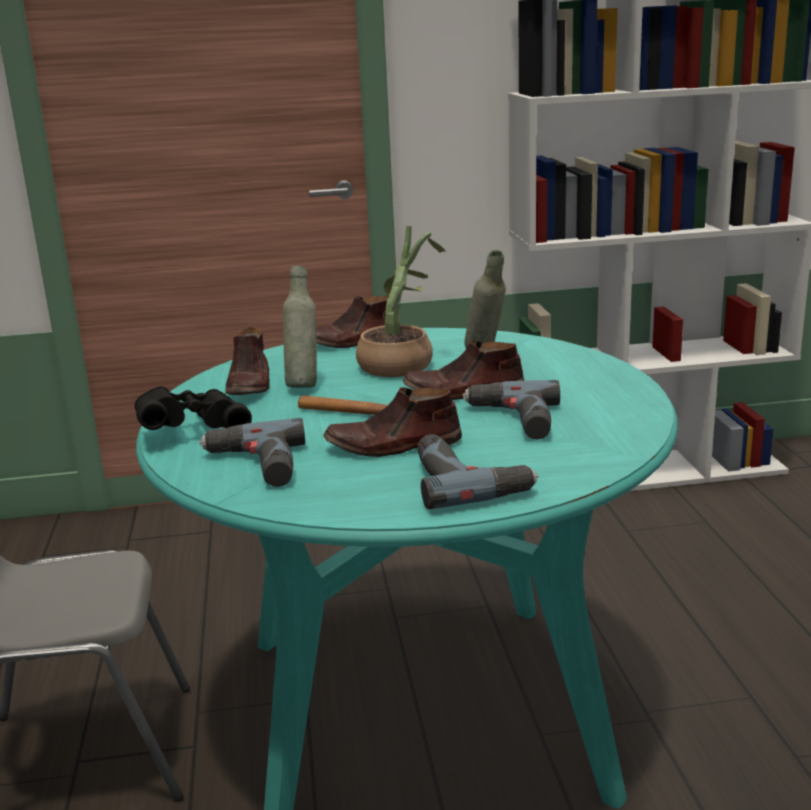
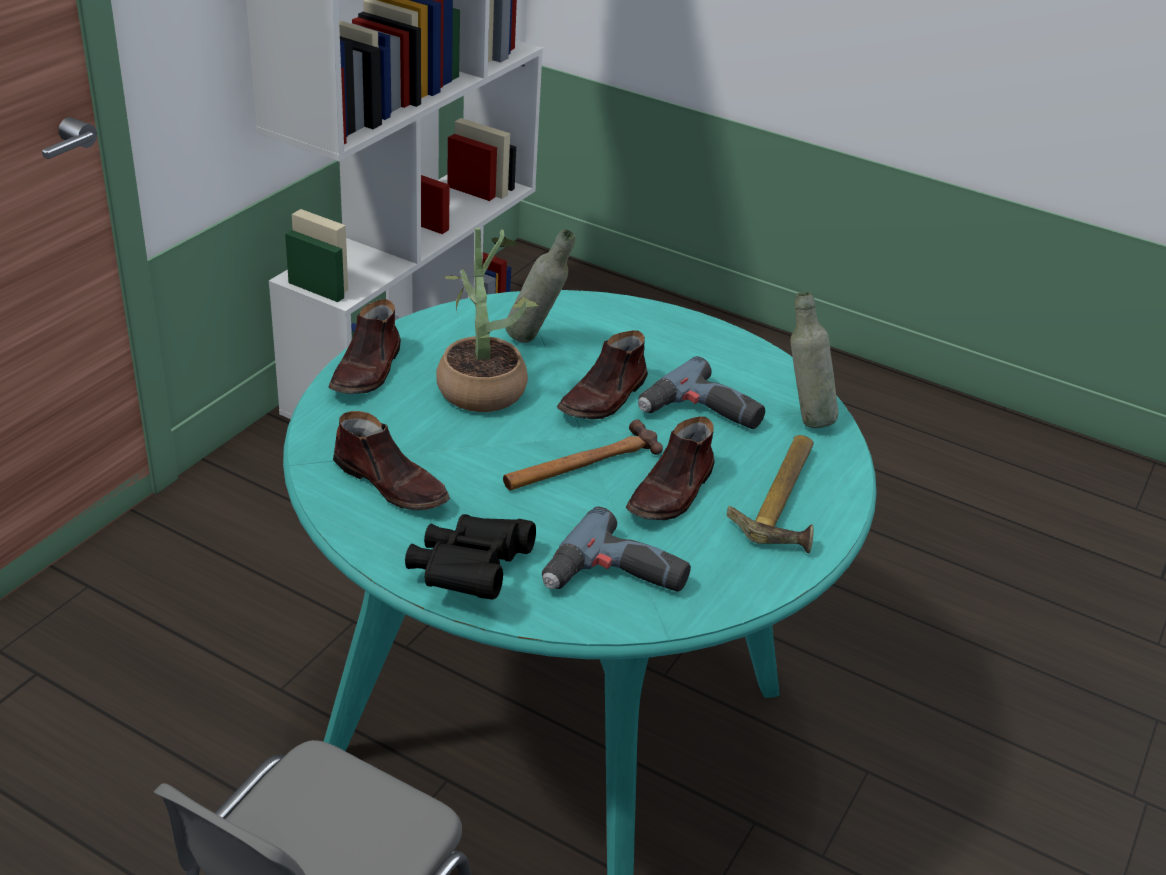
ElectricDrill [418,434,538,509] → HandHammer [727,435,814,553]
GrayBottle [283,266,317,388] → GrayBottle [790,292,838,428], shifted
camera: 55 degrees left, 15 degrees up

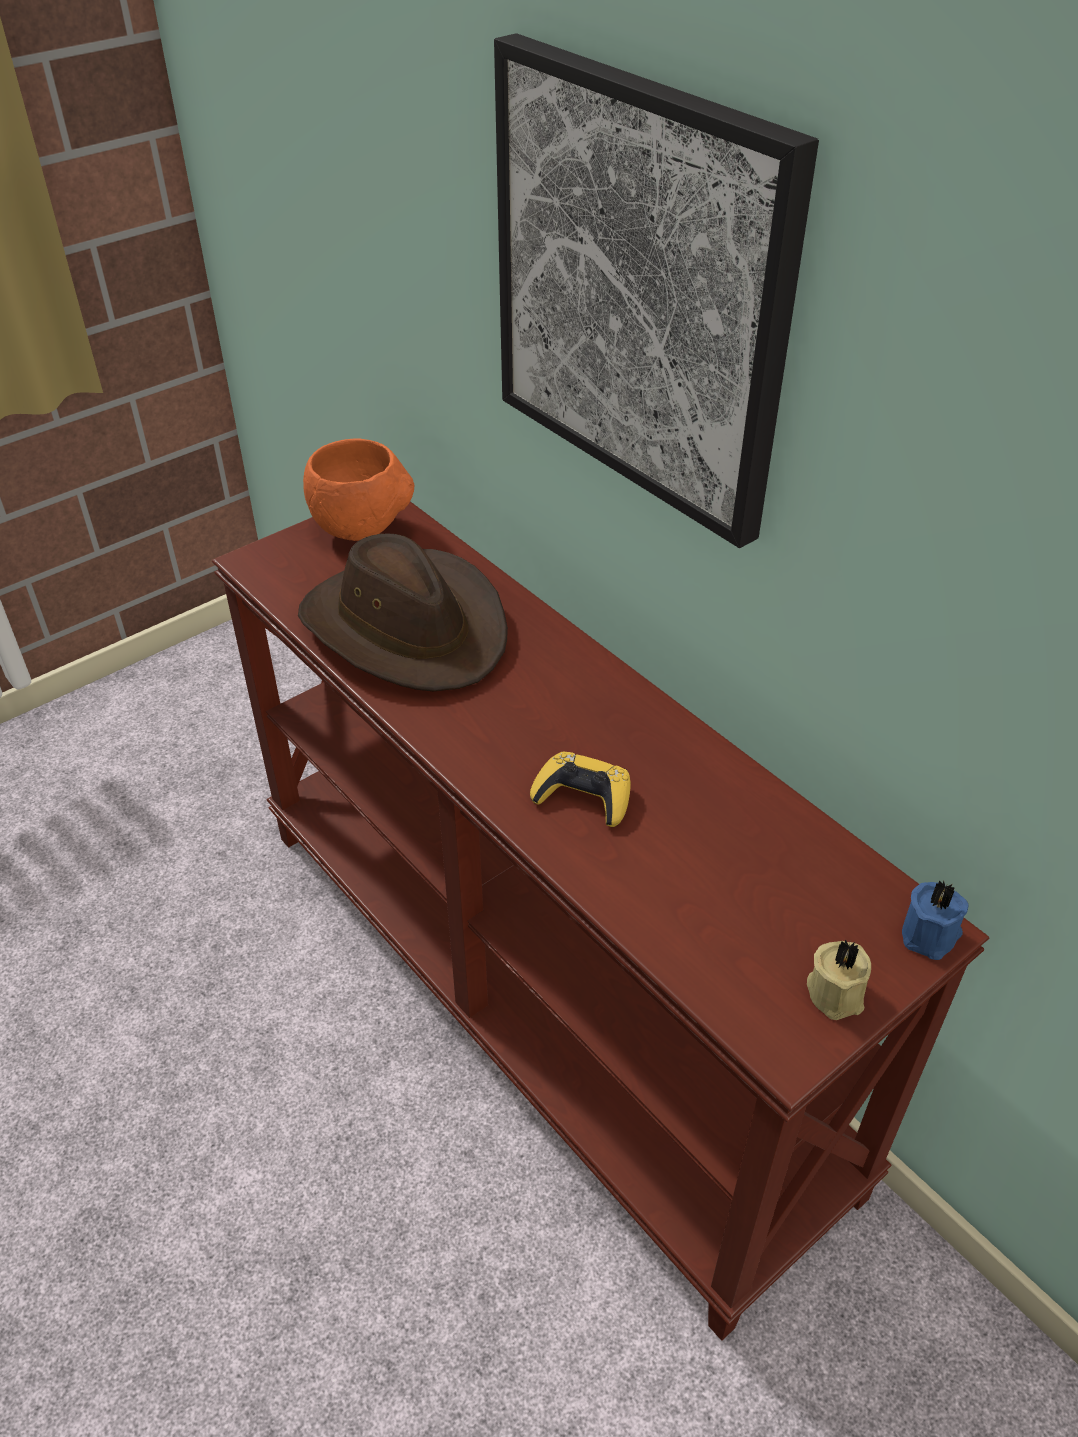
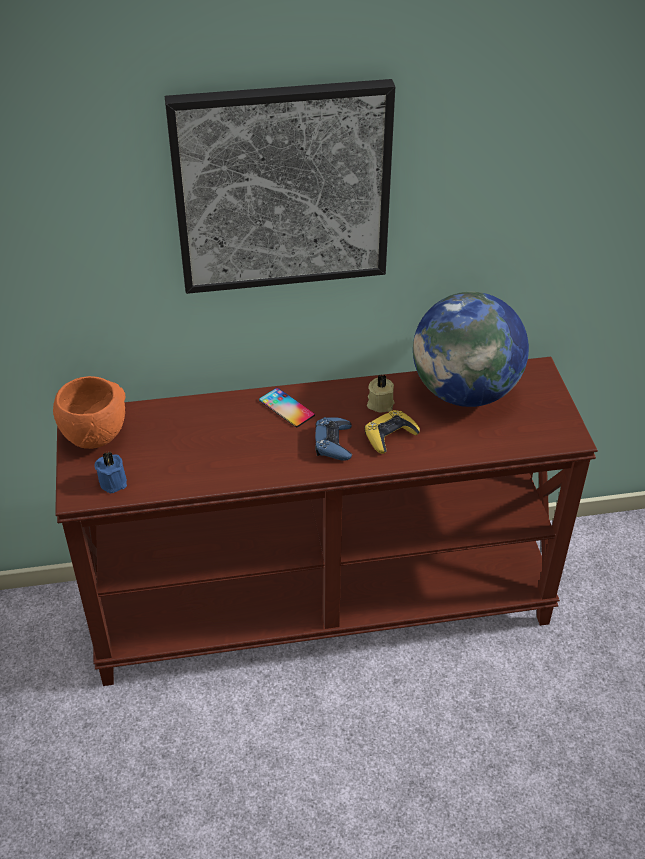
BlueColouredWaxCandle [902,880,968,960] → BlueColouredWaxCandle [95,451,127,493], shifted
- → Handset [259,388,315,427]
- → BlueColouredGameController [315,417,352,461]
BeigeWaxCandle [807,939,871,1020] → BeigeWaxCandle [367,375,395,412], shifted
- → DeskGlobe [413,292,529,407]
BrownColouredHat [298,533,508,691] → -
camera: 60 degrees left, 0 degrees up

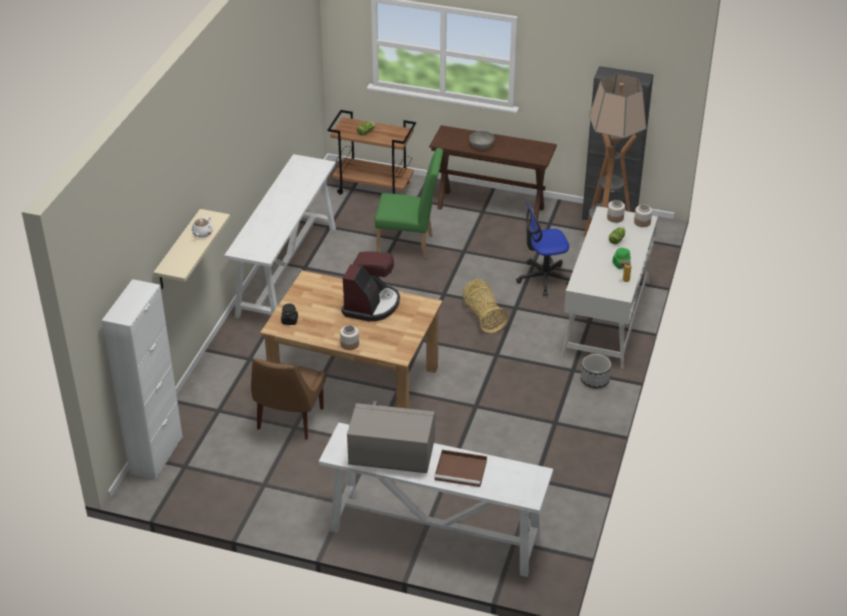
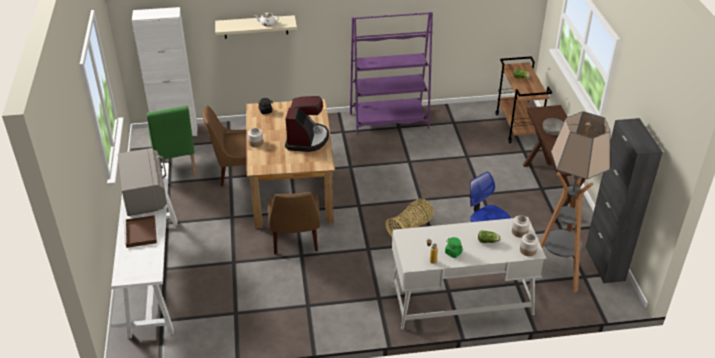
GreenUprightChair [375,148,443,260] → GreenUprightChair [147,106,197,178], shifted
- → BrownColouredUprightChair [267,192,320,254]
CoffeeBrewer [341,251,400,321] → CoffeeBrewer [285,96,329,152], 75 degrees counterclockwise
WhitishConsoleTable [224,154,336,318] → PurpleShelvingUnit [350,12,433,135]
FlowerPot [581,354,611,389] → -
camera: 65 degrees right, 0 degrees up

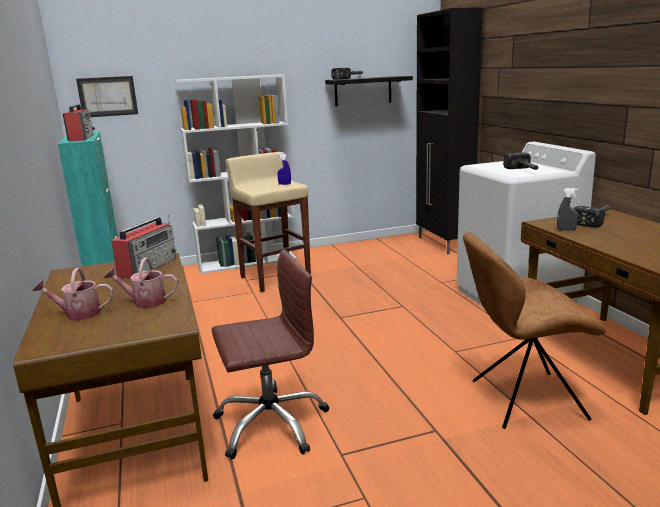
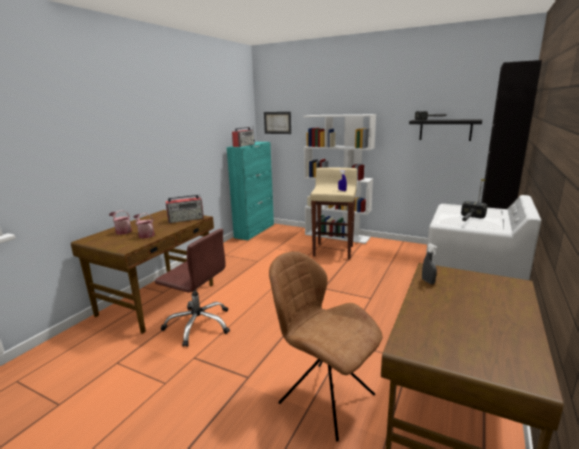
HandHammer [573,205,611,228] → -
camera: 45 degrees right, 0 degrees up

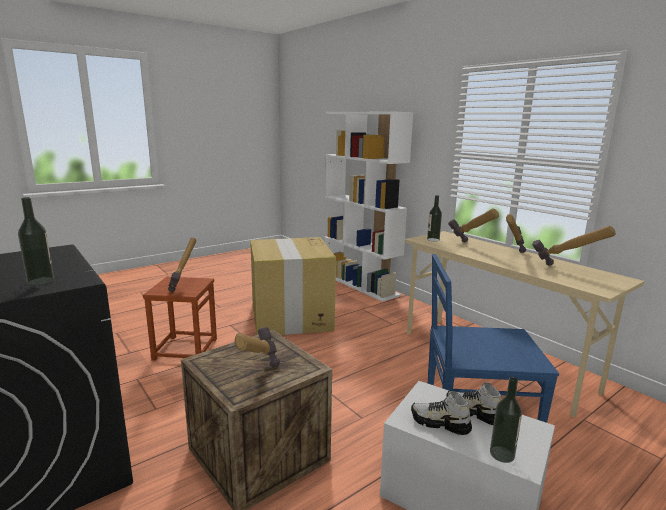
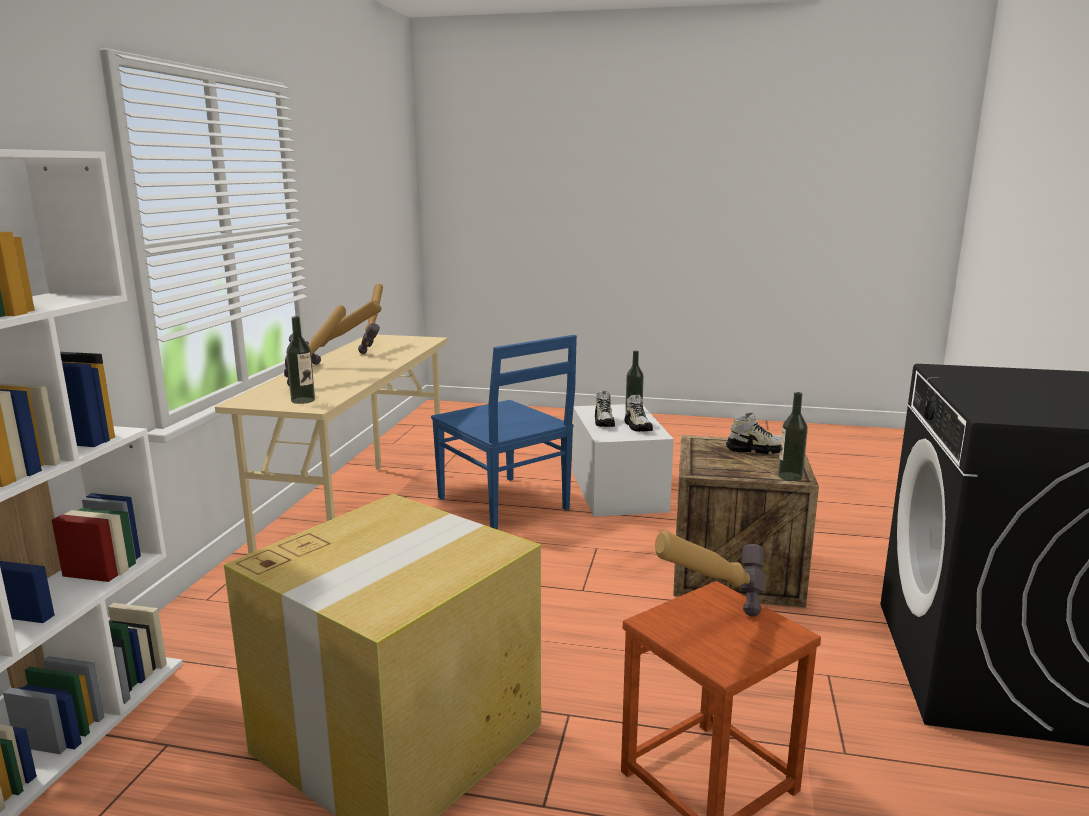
HandHammer [235,327,280,367] → ItemOfFootwear [726,412,781,454]
Bottle [18,197,54,285] → Bottle [778,392,808,481], shifted
camera: 130 degrees left, 0 degrees up

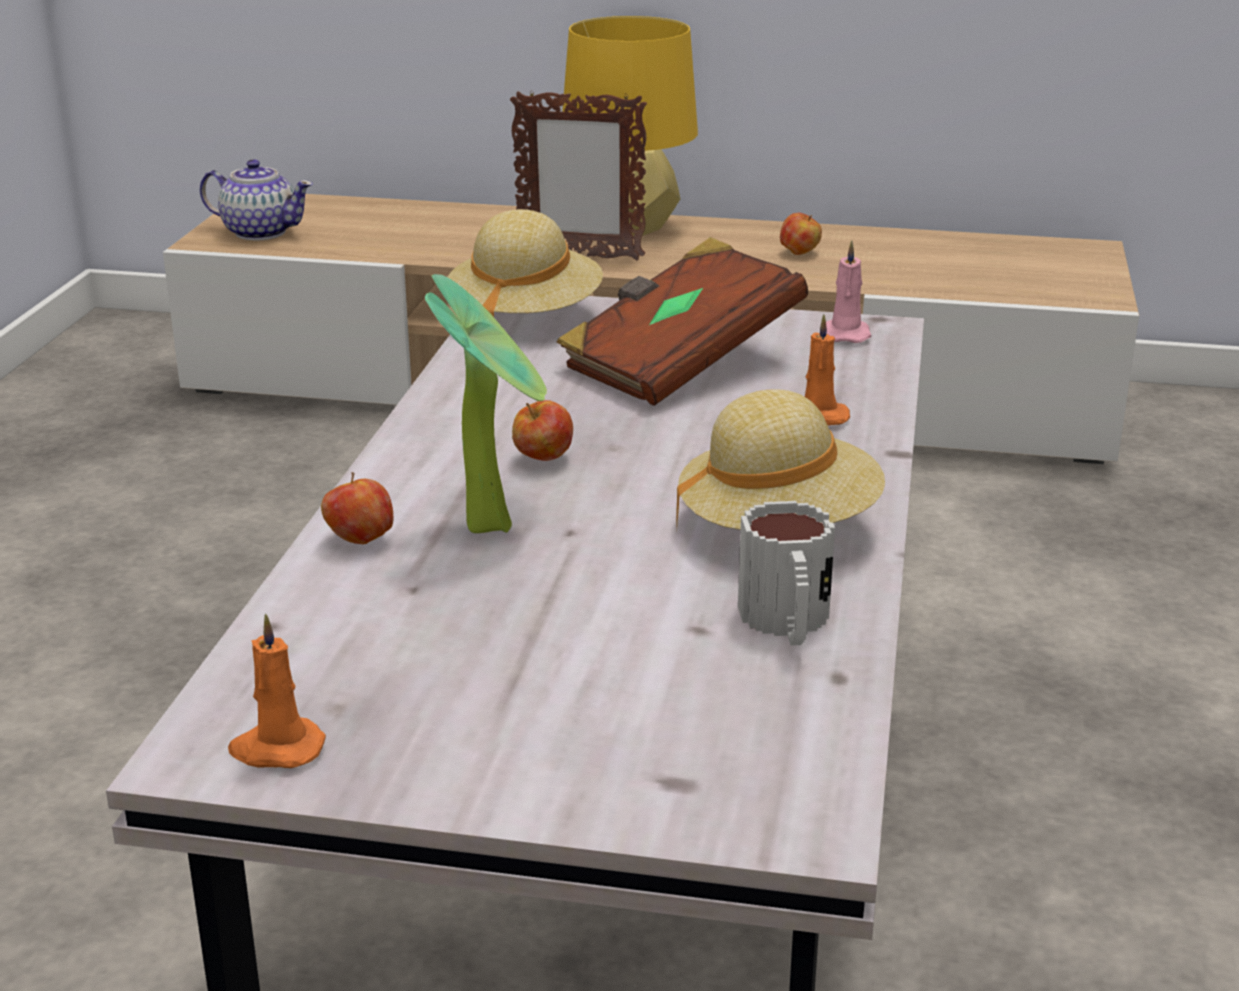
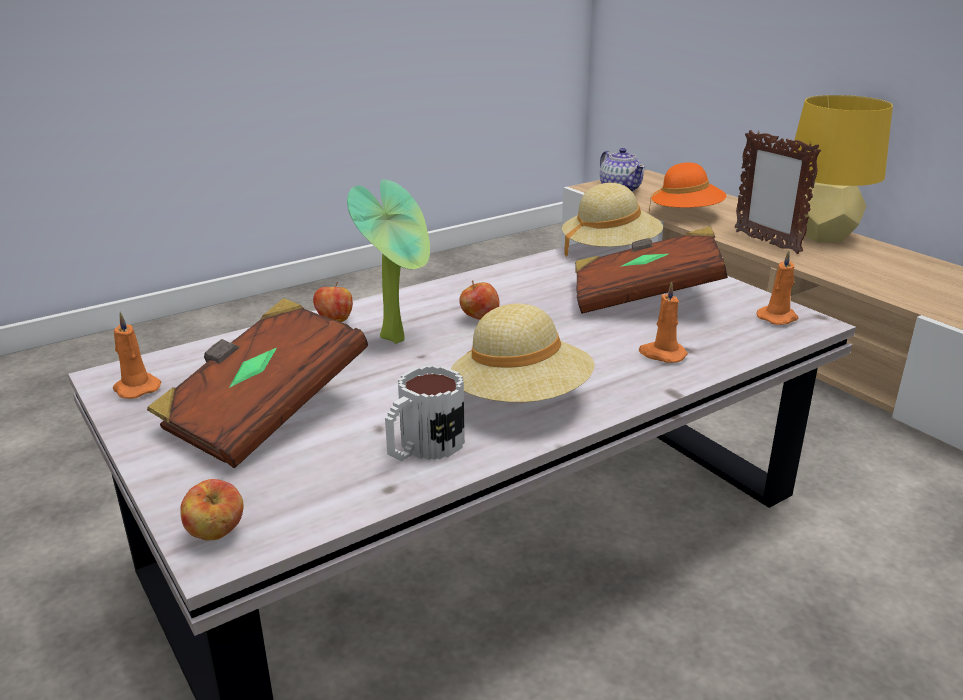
- → BrownColouredBoundBook [147,298,368,469]
AppleFruit [780,213,822,255] → AppleFruit [180,479,244,540], shifted
- → OrangeColouredHat [649,162,726,211]
PinkColouredWaxCandle [826,241,871,343] → OrangeColouredWaxCandle [756,250,798,325]
camera: 45 degrees right, 0 degrees up

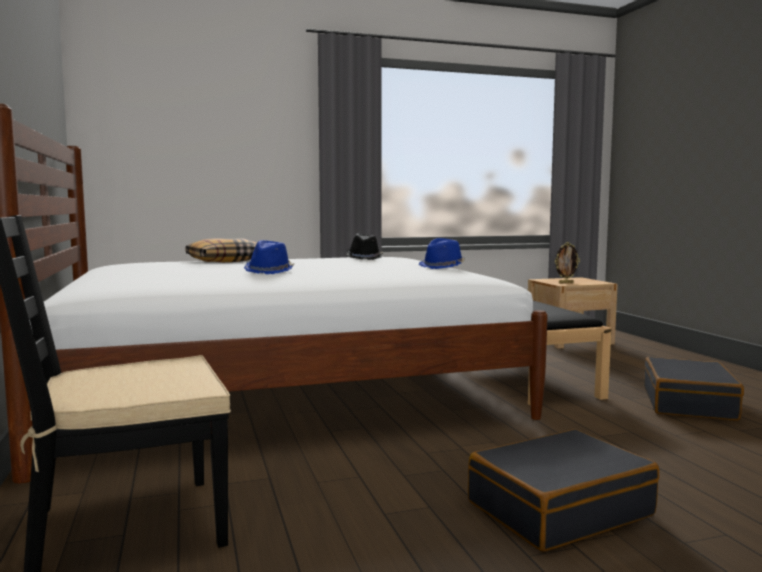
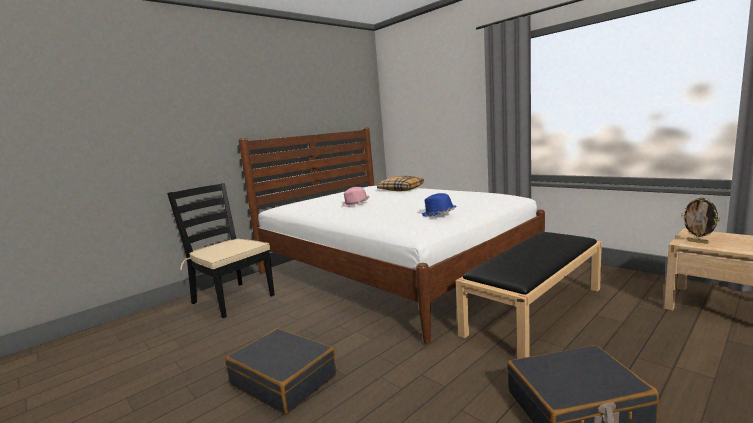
BlueColouredHat [244,240,294,274] → PinkColouredHat [342,187,370,207]
BlackishHat [346,234,383,260] → -
camera: 65 degrees right, 5 degrees up

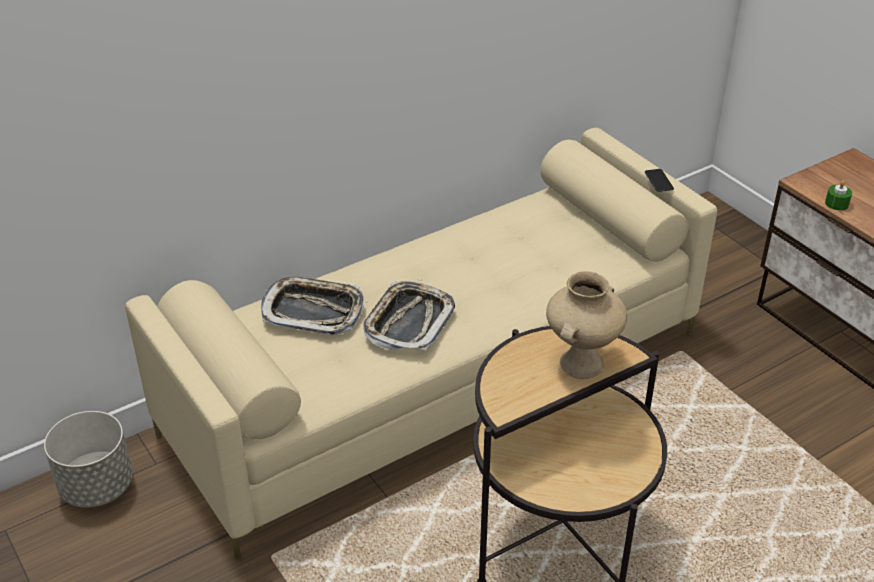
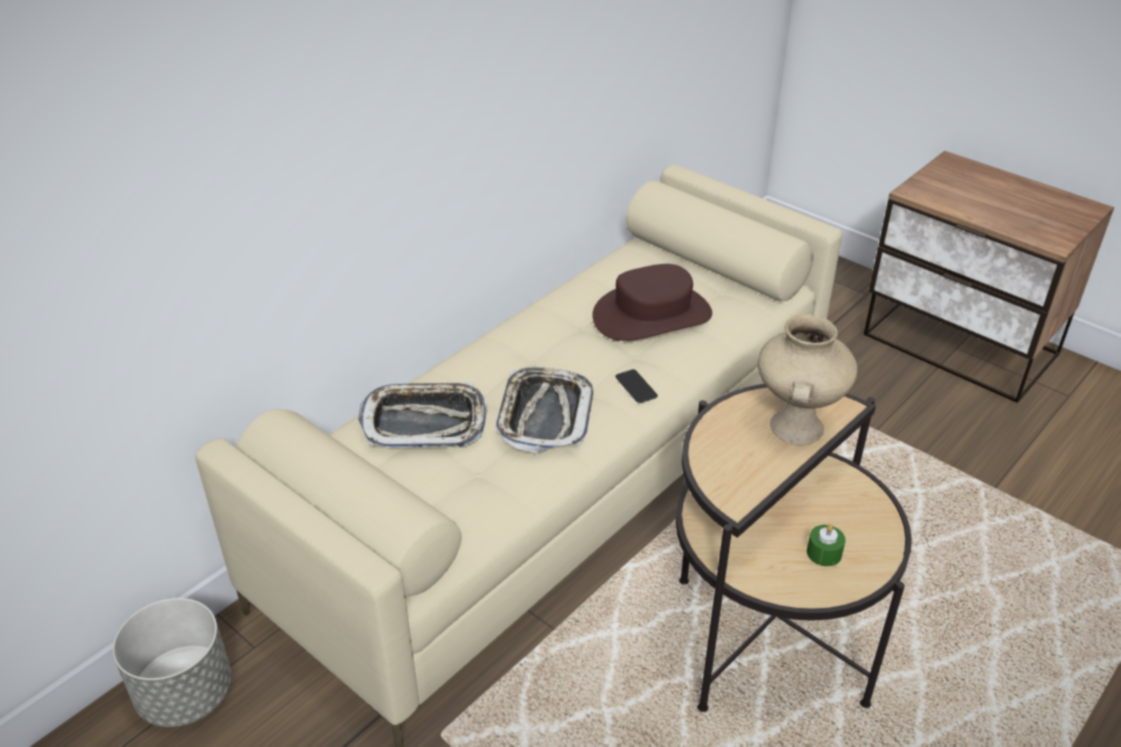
- → BrownColouredHat [592,264,712,341]
Handset [645,169,674,192] → Handset [615,369,658,403], shifted
GreenWaxCandle [825,180,852,211] → GreenWaxCandle [807,524,846,566], shifted
camera: 15 degrees left, 0 degrees up

